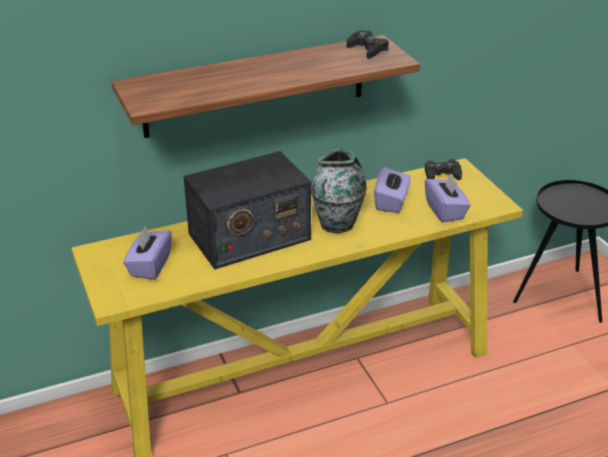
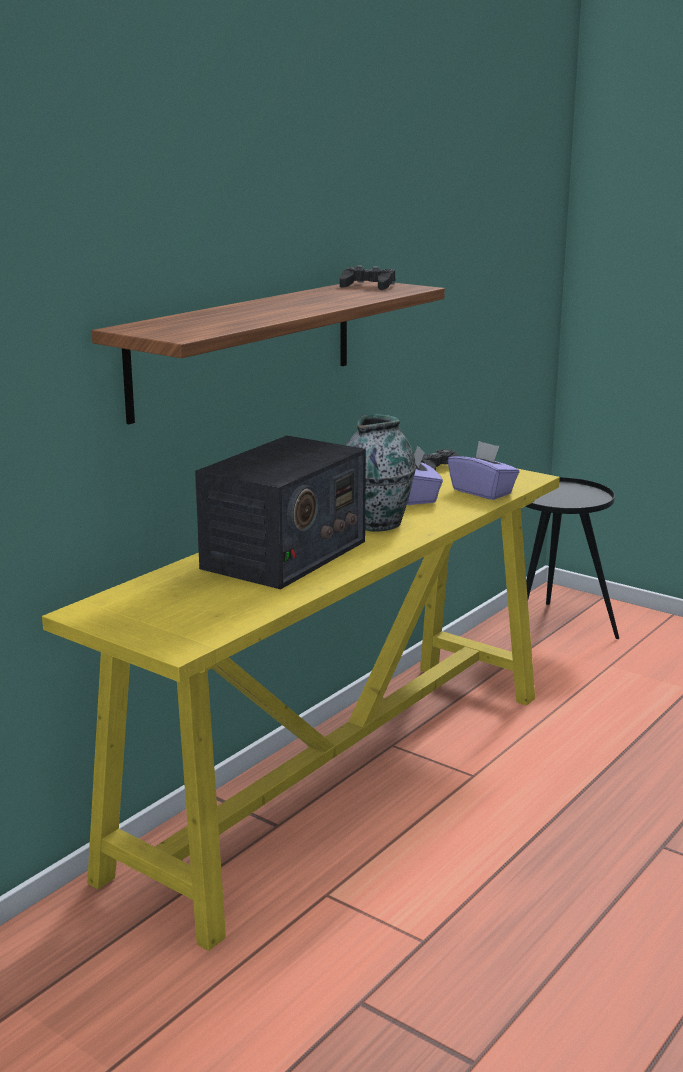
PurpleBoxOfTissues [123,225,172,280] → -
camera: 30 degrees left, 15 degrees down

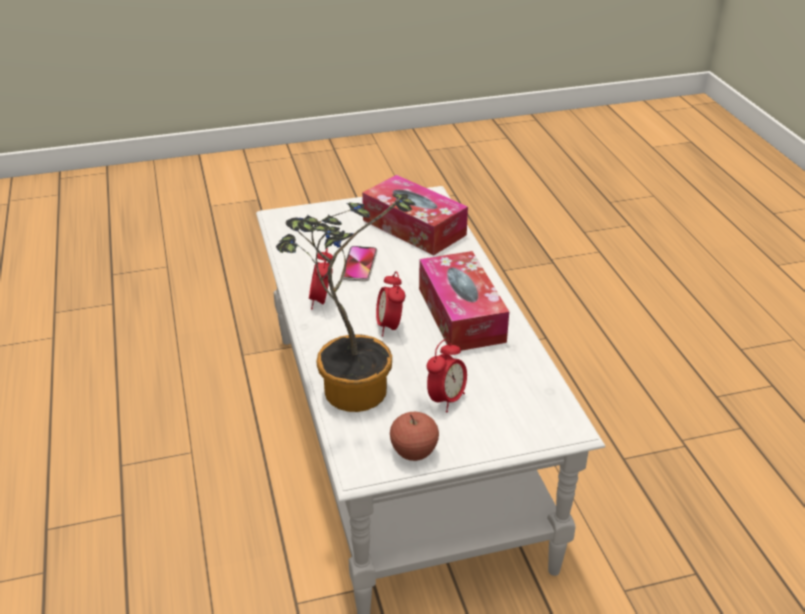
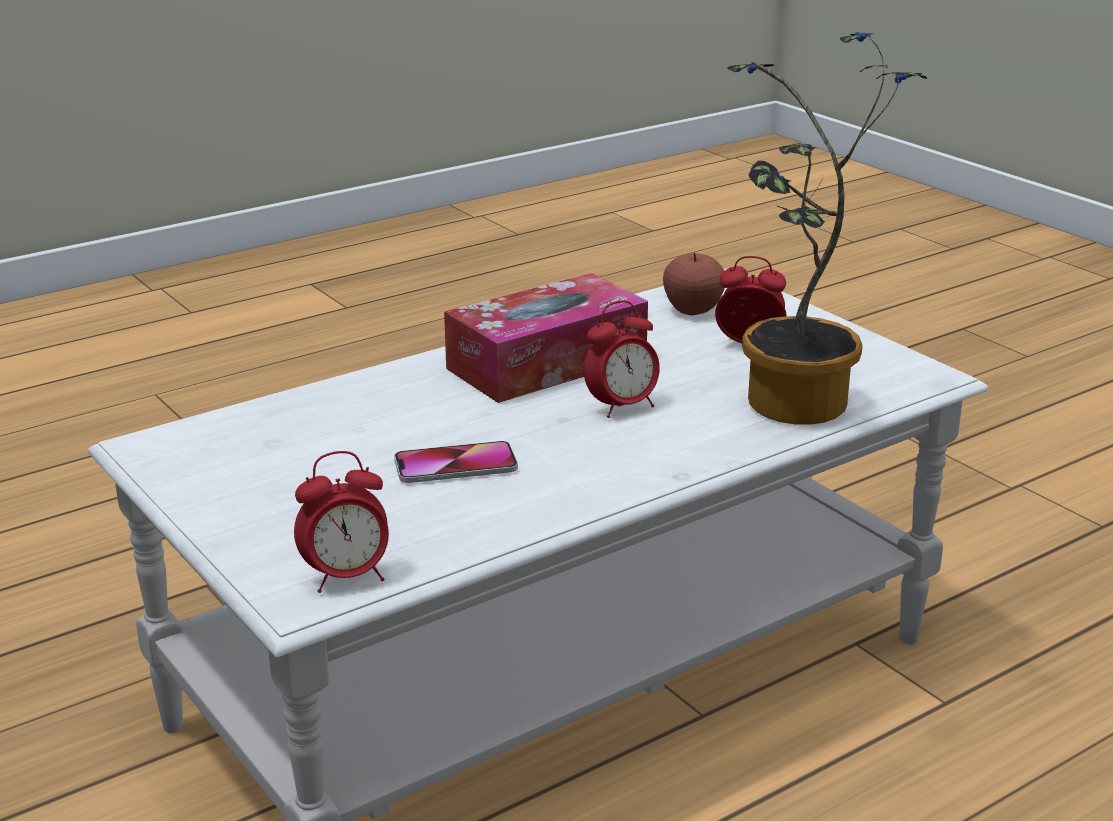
TableClock [309,248,333,309] → TableClock [294,451,389,593], shifted
AppleFruit [390,412,439,461] → AppleFruit [663,252,724,315], shifted
BoxOfTissues [362,175,468,256] → -
camera: 110 degrees left, 10 degrees down

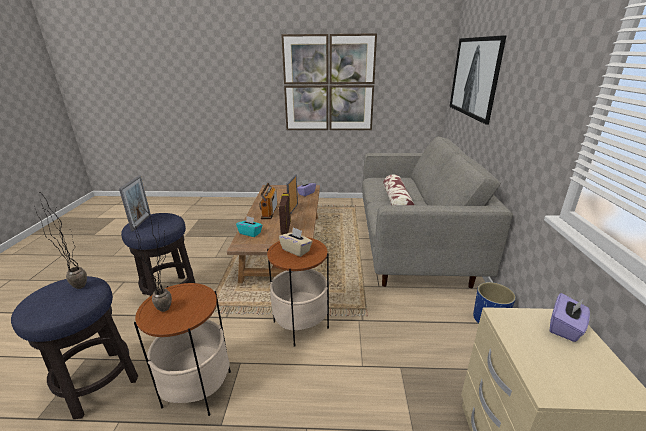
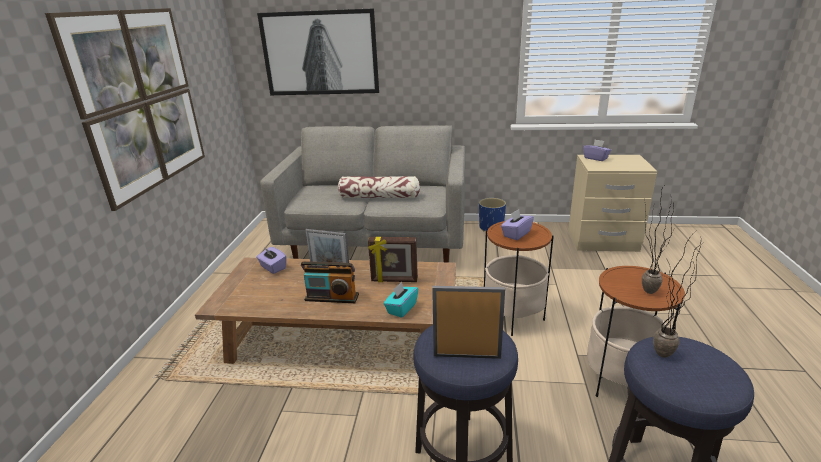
BeigeBoxOfTissues [279,227,313,257] → PurpleBoxOfTissues [501,209,534,240]
camera: 85 degrees left, 0 degrees up

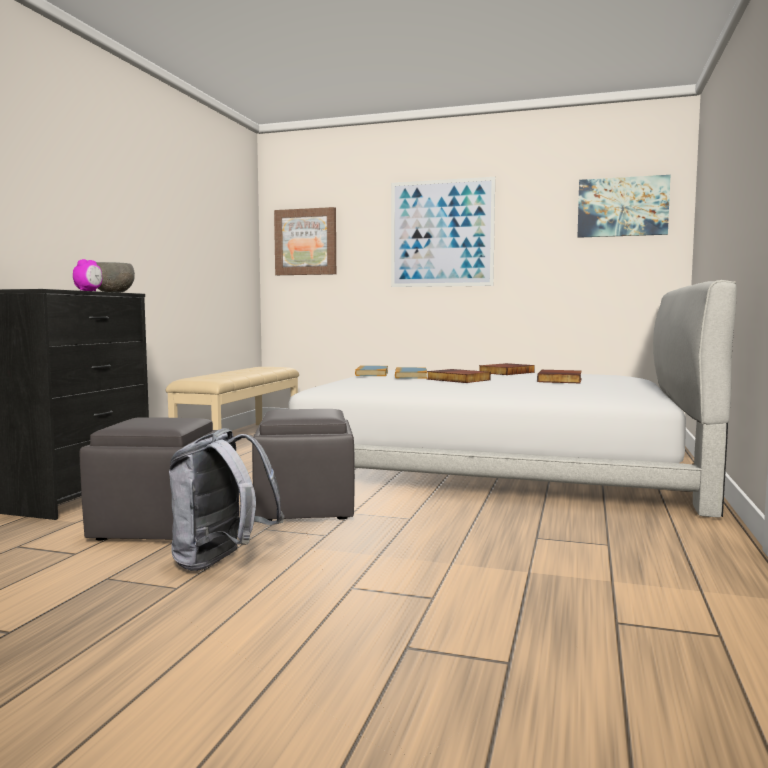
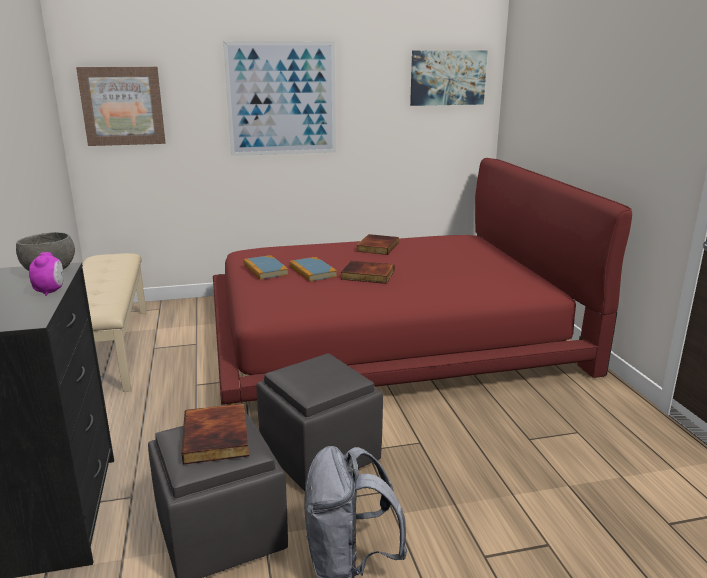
BoundBook [537,370,582,383] → BoundBook [182,403,249,465], shifted
WhitishBedroomBed [288,280,737,518] → RedBedroomBed [213,158,632,405]
camera: 30 degrees left, 15 degrees up

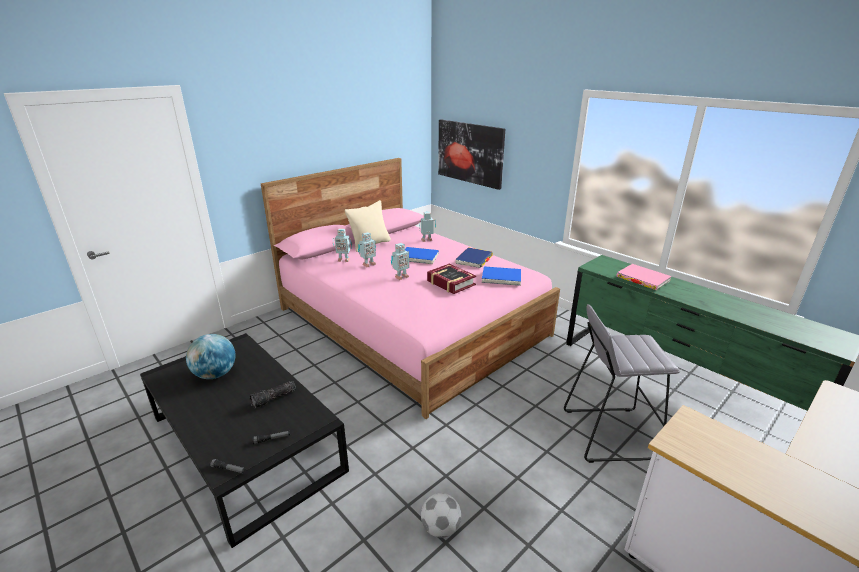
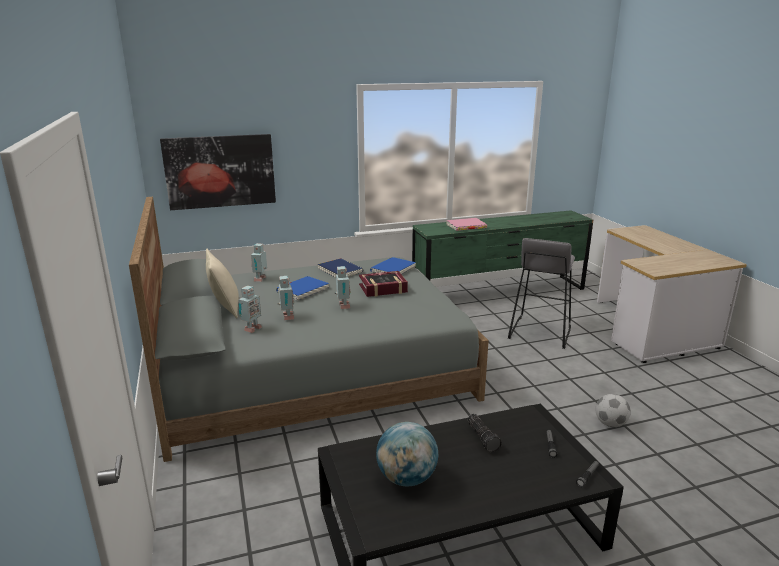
PinkColouredBedroomBed [261,158,560,419] → GrayBedroomBed [129,197,489,462]
camera: 65 degrees left, 5 degrees down

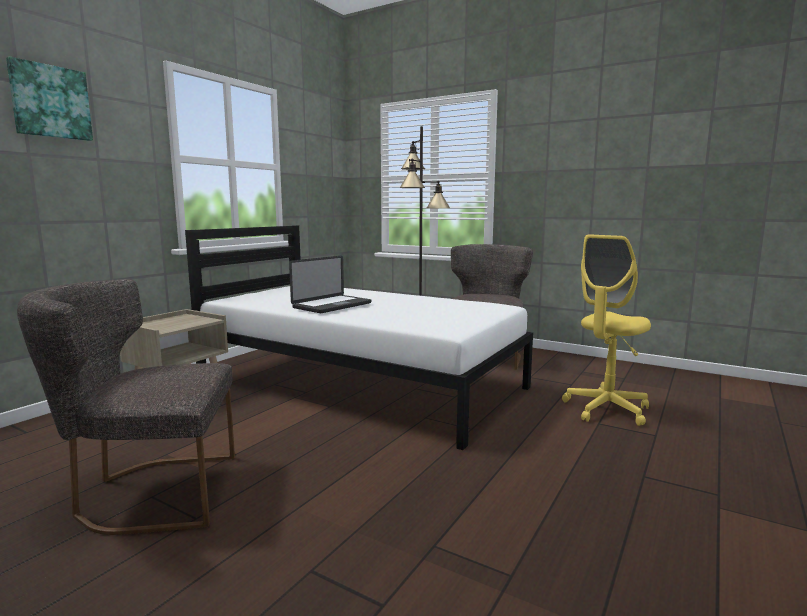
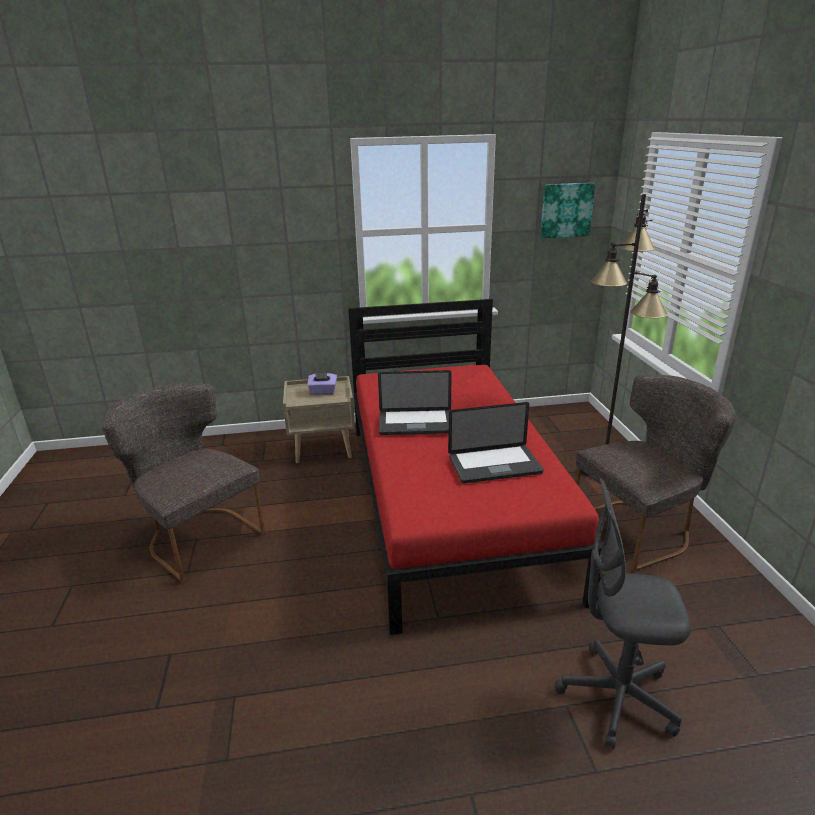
- → PurpleBoxOfTissues [307,373,337,395]
WhitishBedroomBed [185,225,533,450] → RedBedroomBed [348,299,603,635]
- → PortableComputer [448,402,544,483]
Picture [6,57,93,141] → Picture [540,183,595,238], shifted
YellowOfficeChair [562,234,651,426] → GrayOfficeChair [555,478,691,749]
camera: 50 degrees right, 15 degrees up

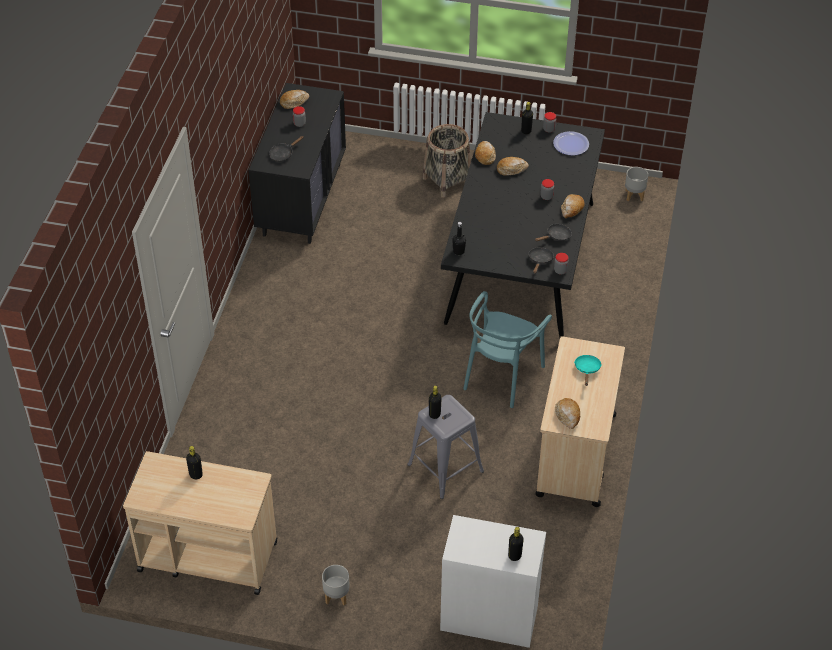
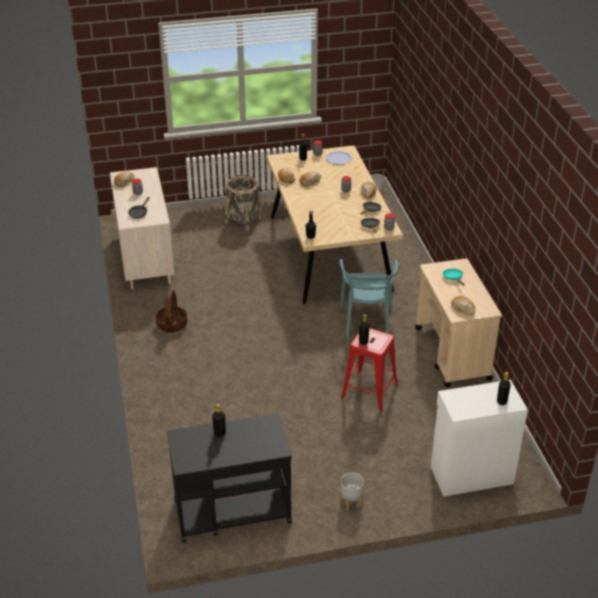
BlackishChestOfDrawers [248,83,346,244] → BeigeChestOfDrawers [110,167,174,289]
- → StorageBasket [156,290,188,333]
BeigeWheeledCart [123,451,278,595] → BlackishWheeledCart [167,413,292,542]
BlackishDinnerTable [441,112,605,338] → BeigeDinnerTable [267,145,403,304]
GraySittingStool [407,395,484,499] → RedSittingStool [341,328,398,412]
camera: 25 degrees left, 10 degrees down

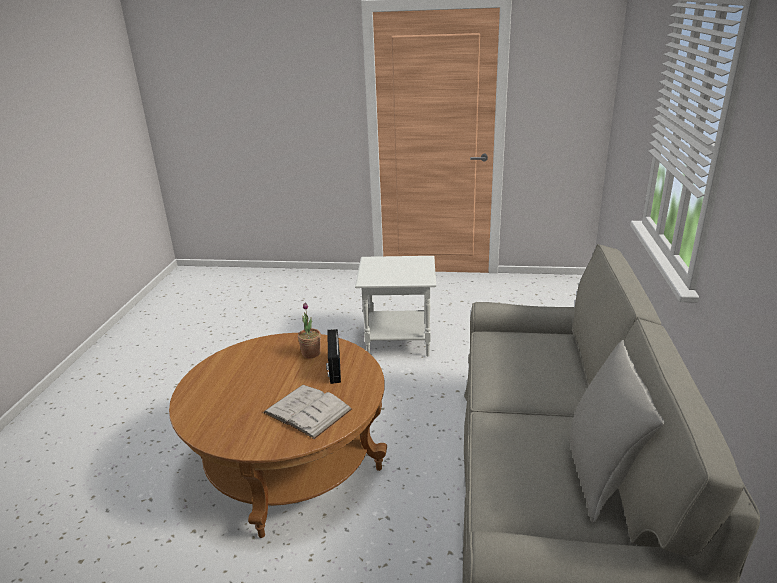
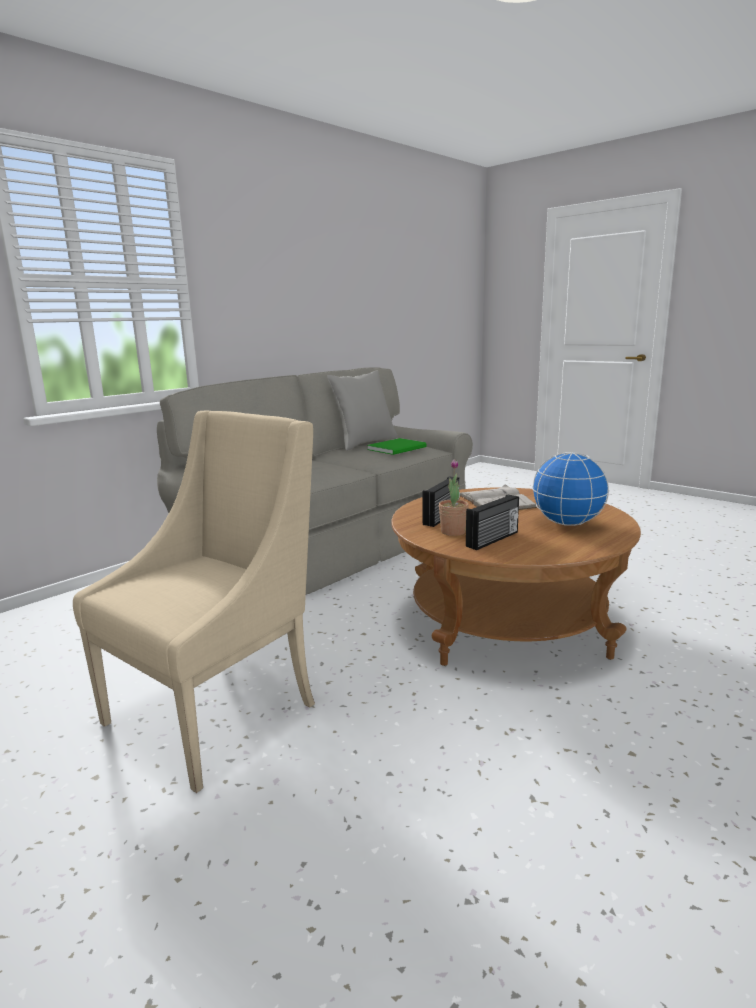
WhitishAccentTable [355,256,436,356] → BeigeEasyChair [73,411,315,793]
- → GreenBoundBook [367,438,426,455]
- → Radio [466,495,519,550]
- → DeskGlobe [532,452,609,526]
camera: 145 degrees left, 10 degrees down

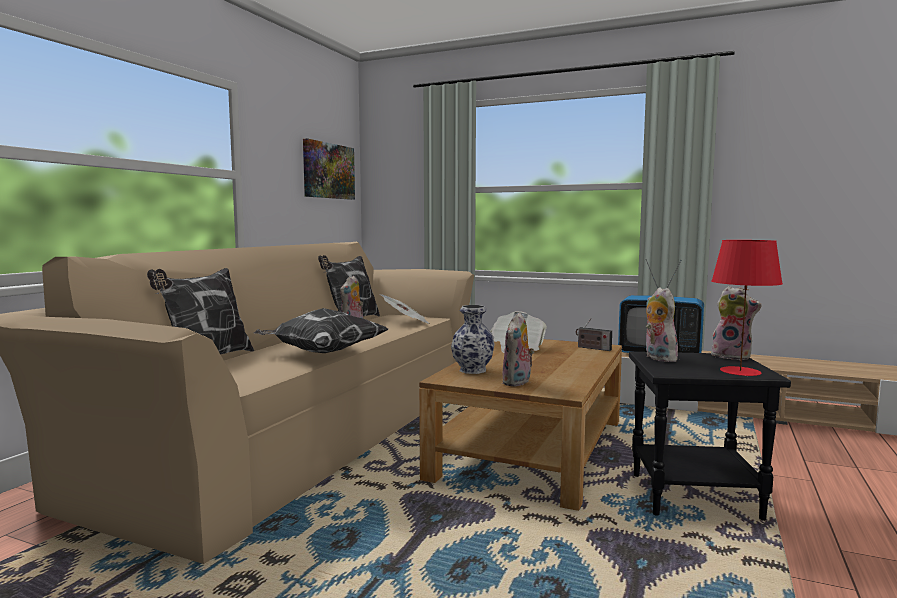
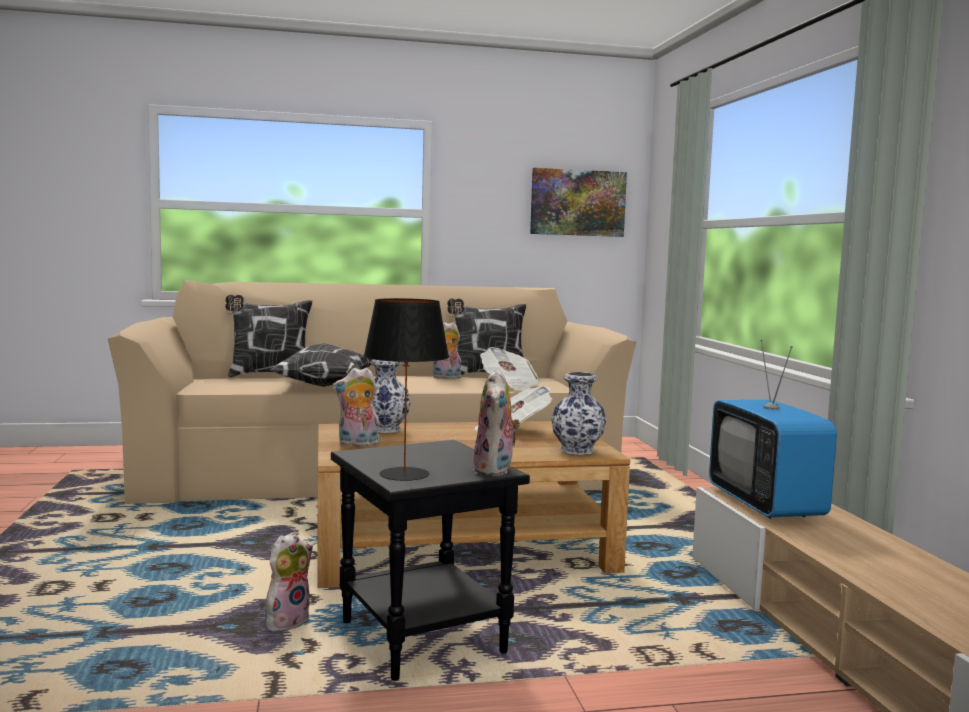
CuddlyToy [646,287,678,362] → CuddlyToy [265,532,313,632], shifted
RedLampForATable [711,240,783,376] → BlackishLampForATable [364,298,449,481]
Radio [576,318,612,351] → Vase [551,372,606,455]
camera: 55 degrees right, 0 degrees up

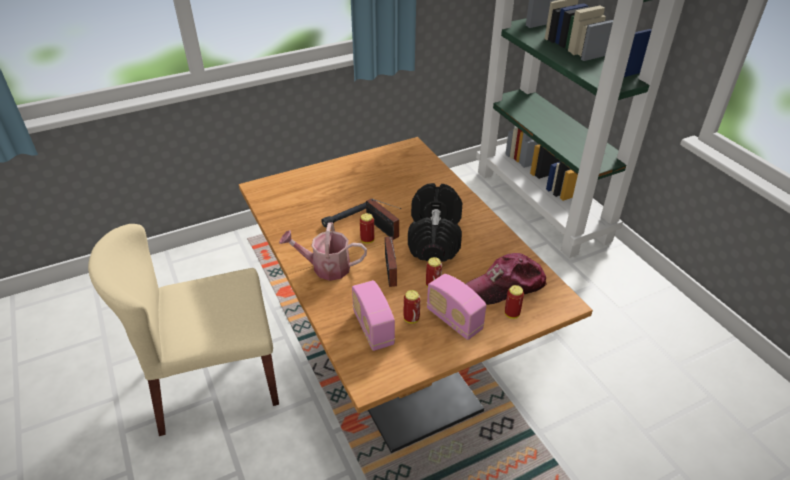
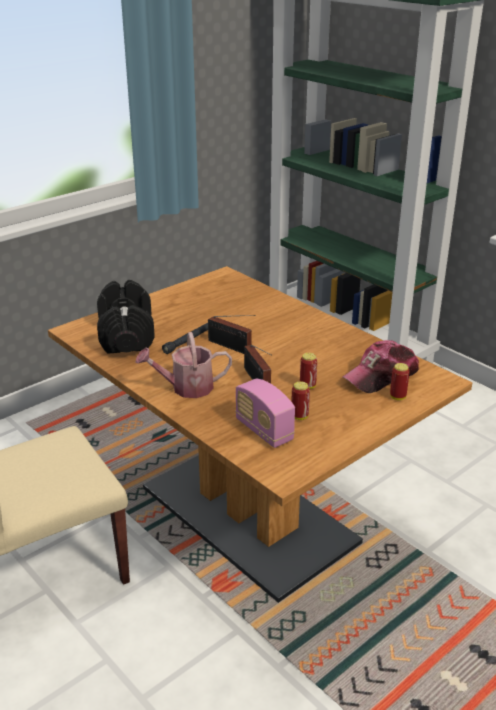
BlackishHandWeight [408,183,462,262] → BlackishHandWeight [97,280,155,354], shifted
Can [360,213,375,244] → -
Radio [427,274,486,340] → -
camera: 15 degrees left, 10 degrees down

